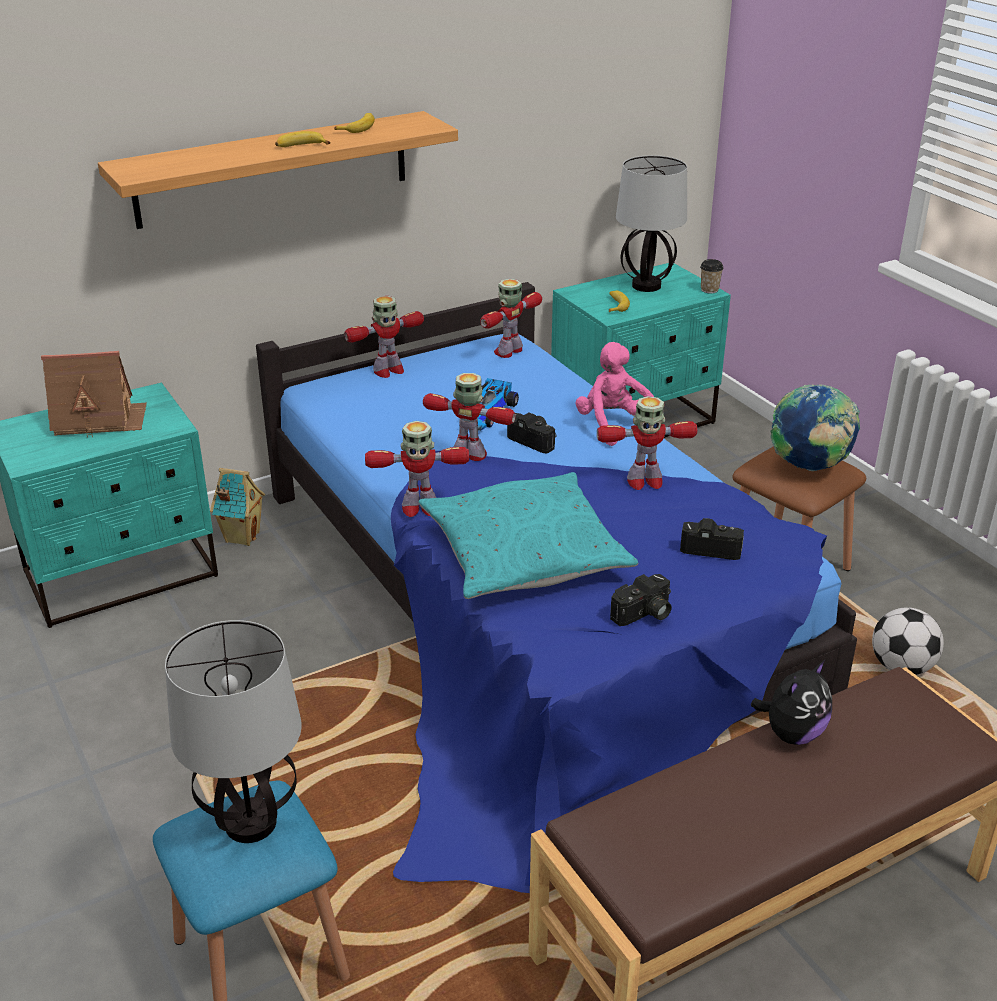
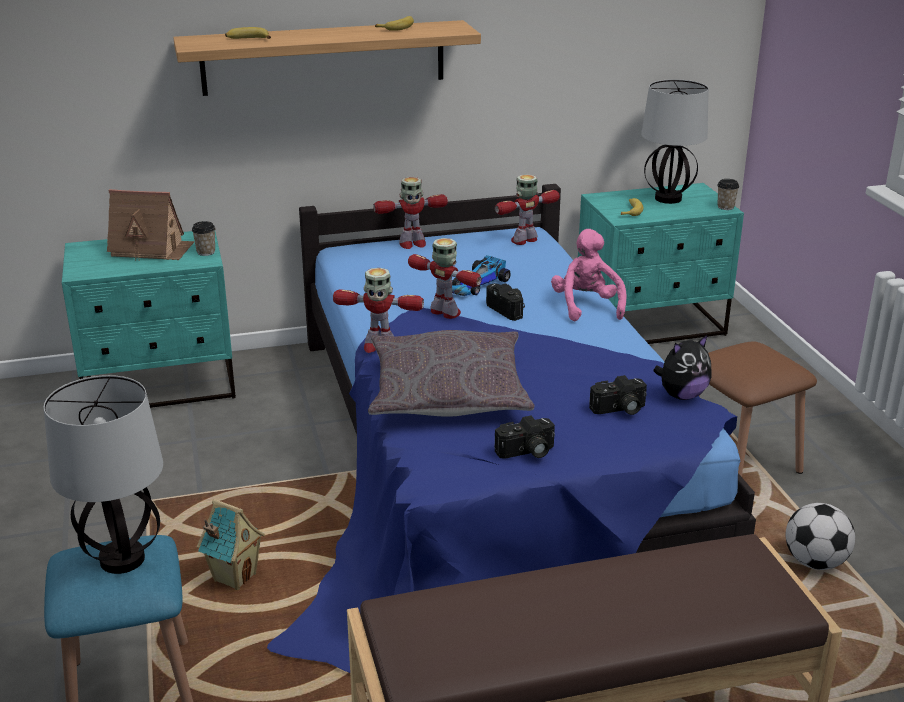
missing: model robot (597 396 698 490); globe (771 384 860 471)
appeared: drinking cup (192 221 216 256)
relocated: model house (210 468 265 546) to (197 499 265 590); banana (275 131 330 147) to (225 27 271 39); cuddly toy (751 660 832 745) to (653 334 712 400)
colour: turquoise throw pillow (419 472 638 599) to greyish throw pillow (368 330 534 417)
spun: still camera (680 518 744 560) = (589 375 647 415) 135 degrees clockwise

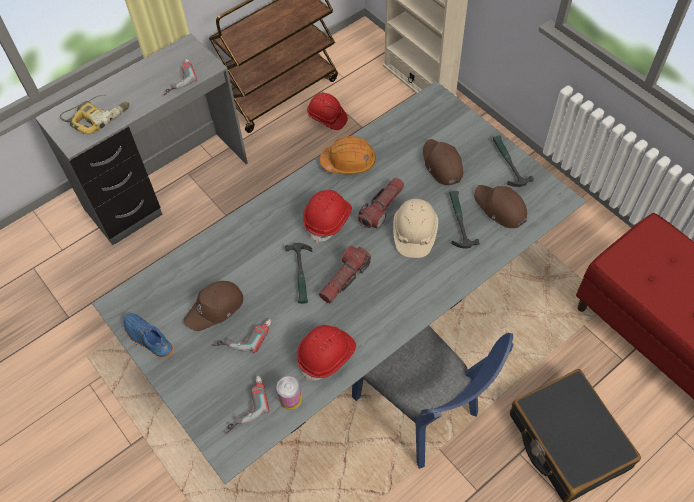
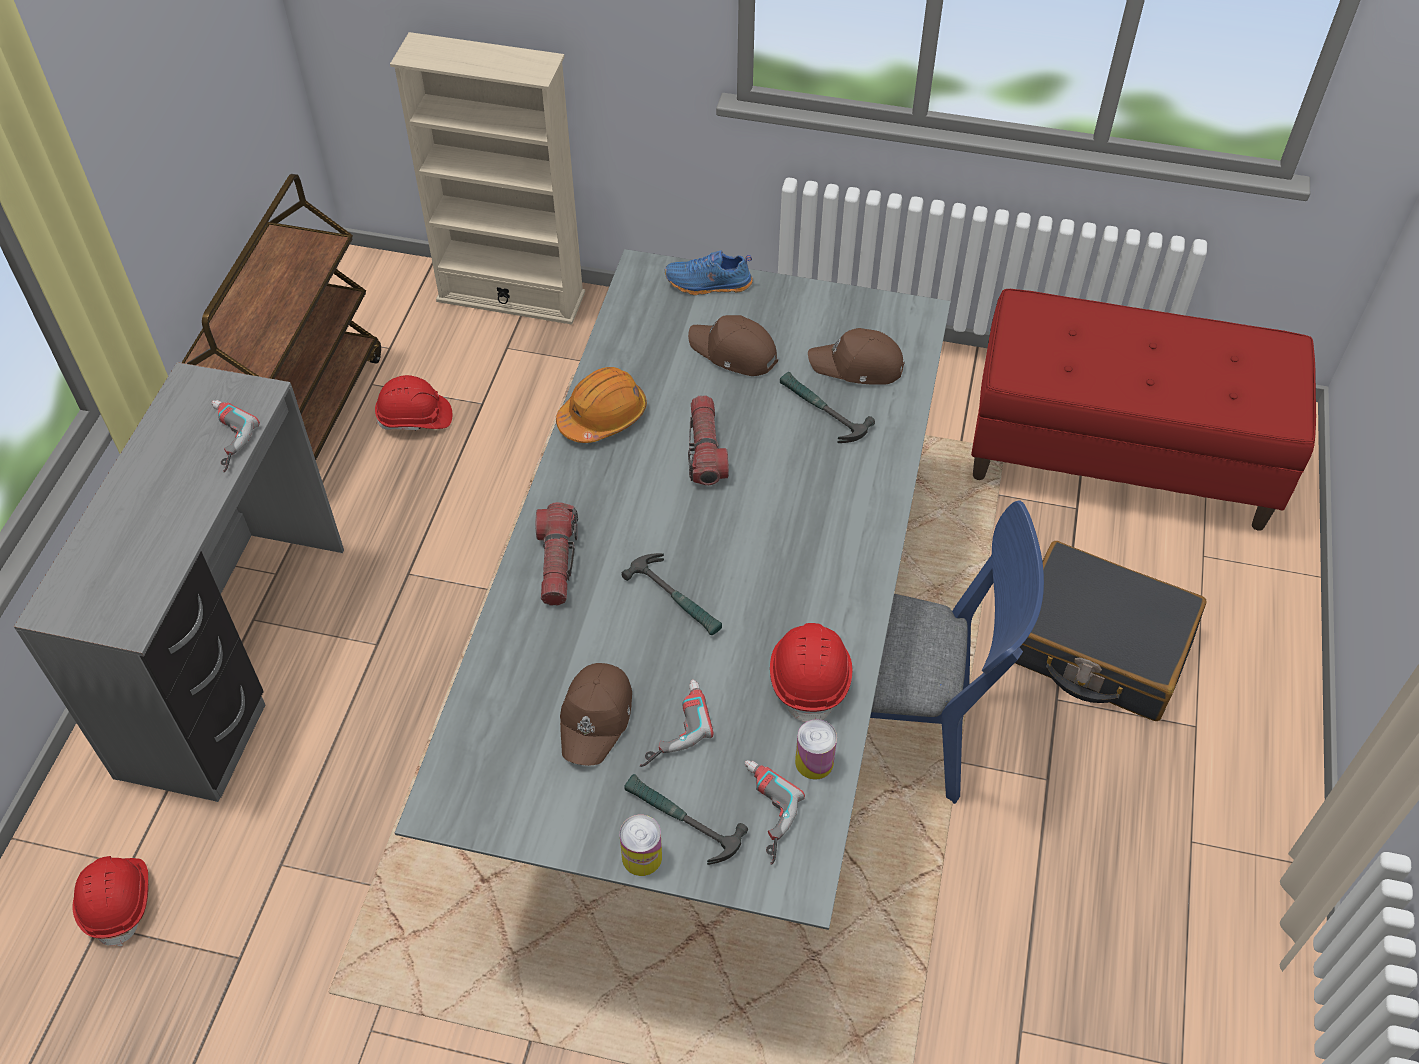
missing: power drill (60 95 129 134); sand-coloured safety helmet (393 199 438 258)
appeared: can (620 815 662 876)
relocated: blue-coloured item of footwear (124 313 174 359) to (665 250 753 295); red-coloured safety helmet (303 190 352 243) to (73 856 148 947); hand torch (319 246 371 303) to (535 502 578 606); hand hammer (493 135 534 187) to (624 774 748 865)

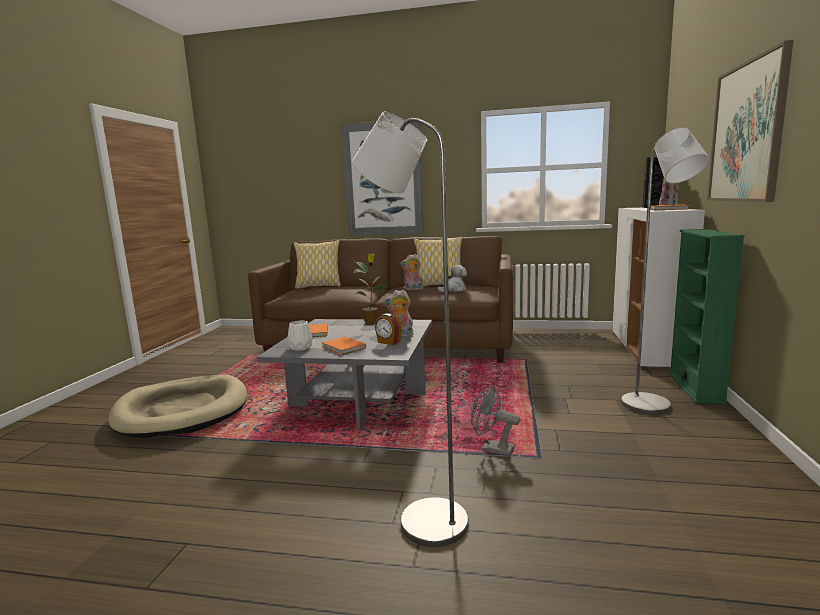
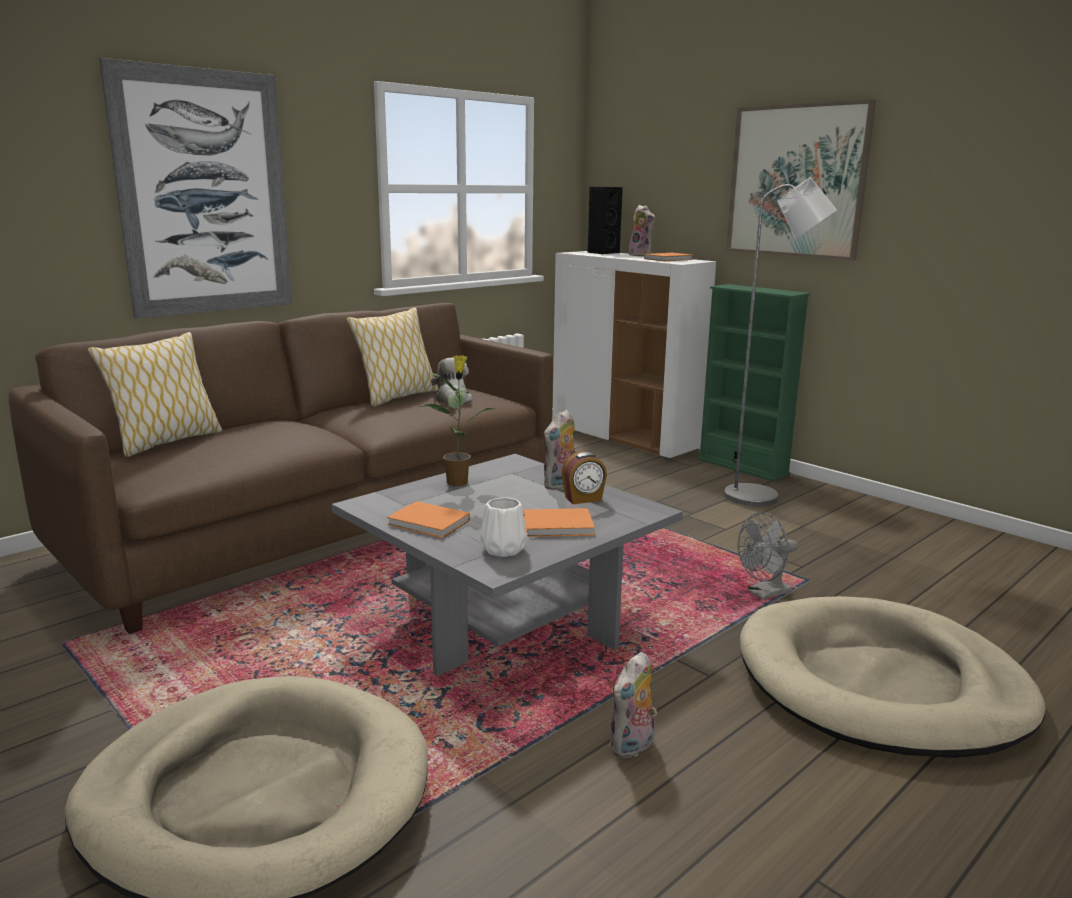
relocated: cuddly toy (401 254 424 290) to (609 652 657 758)
exchanged: greyish standard lamp (352 112 468 547) to sand-coloured dog cushion (740 596 1045 758)

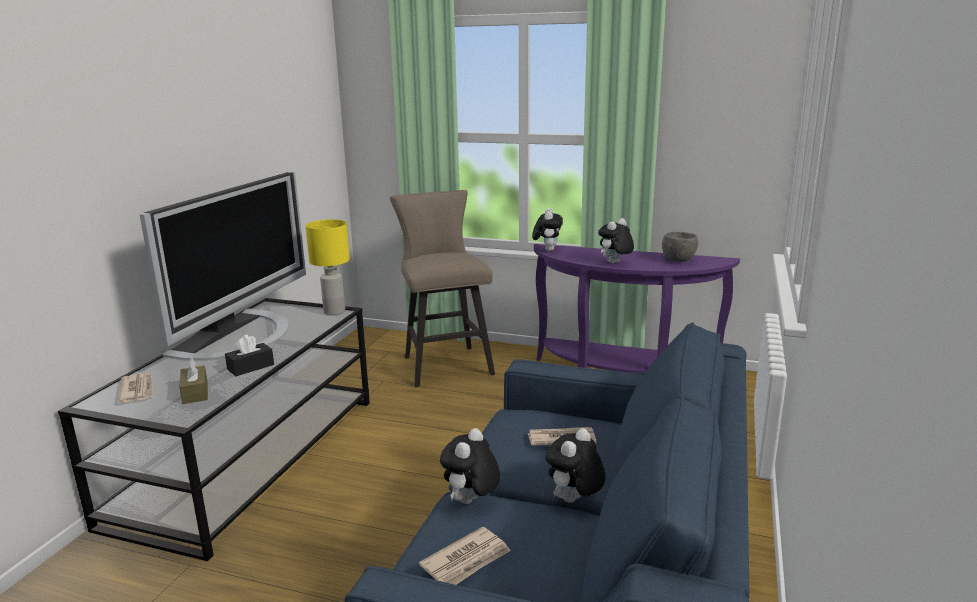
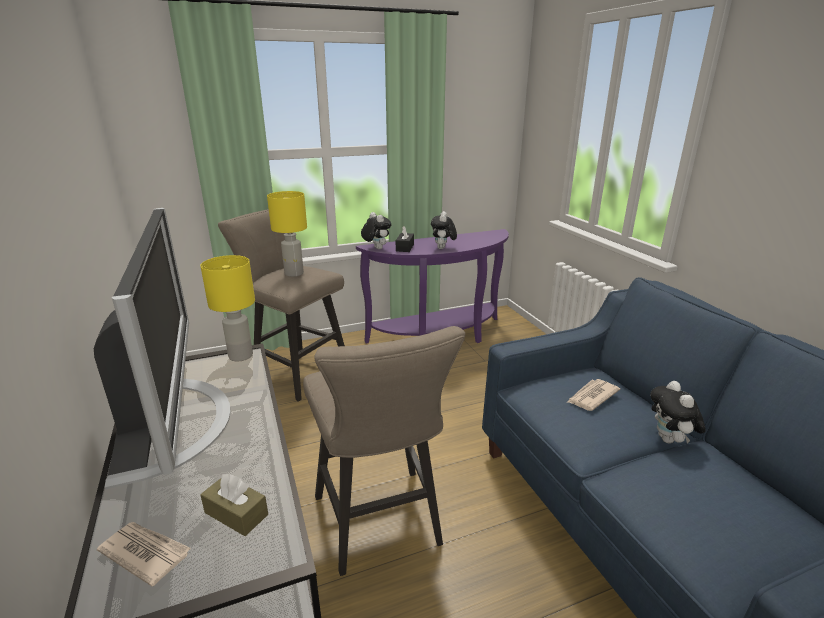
missing: newspaper (419 527 511 585); cuddly toy (440 428 500 504); greyish deep dish (662 232 698 262)
appeared: yellow table lamp (267 191 307 277); sand-coloured stool seat (303 326 465 576)
relocated: blackish box of tissues (225 335 274 376) to (396 226 414 252)

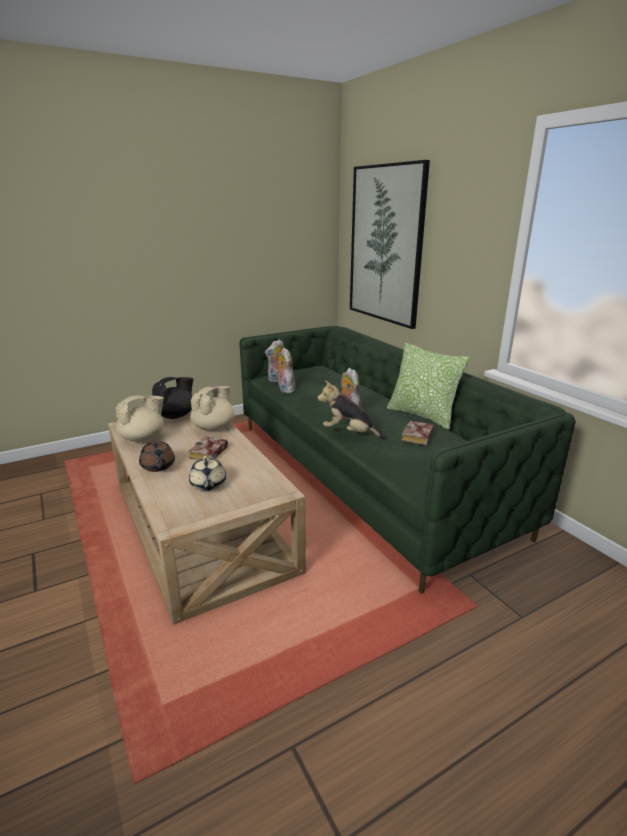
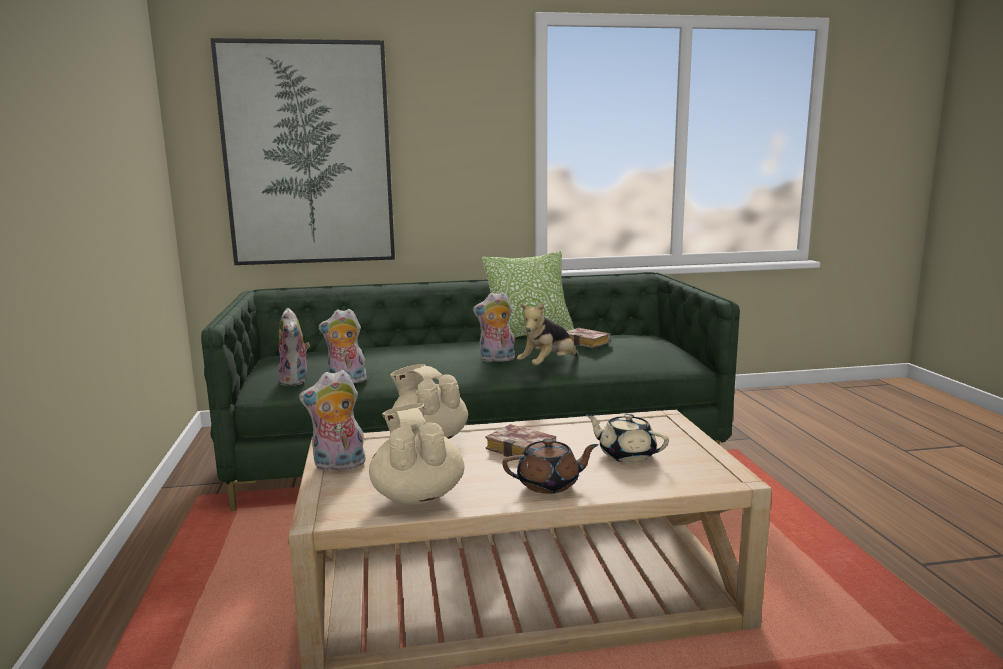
exchanged: blackish tea pot (152 377 194 419) to cuddly toy (299 370 367 471)
spun: sand-coloured tea pot (189 456 226 491) = (586 413 669 463) 150 degrees counterclockwise

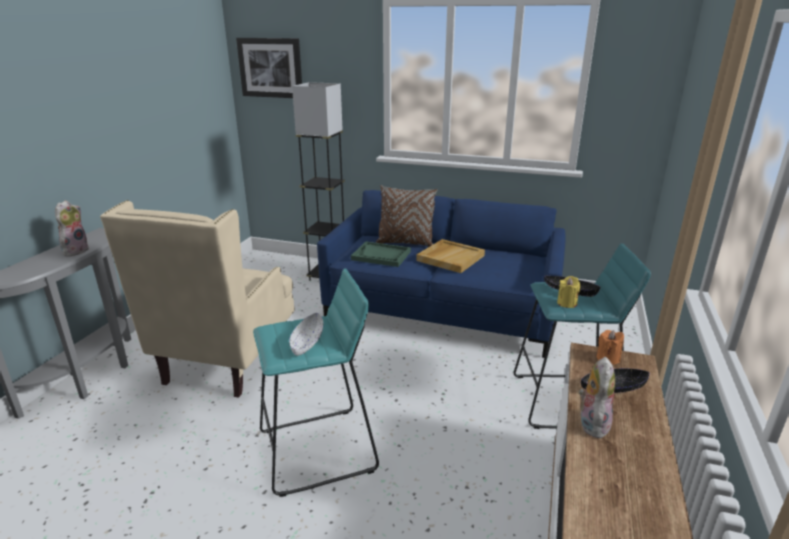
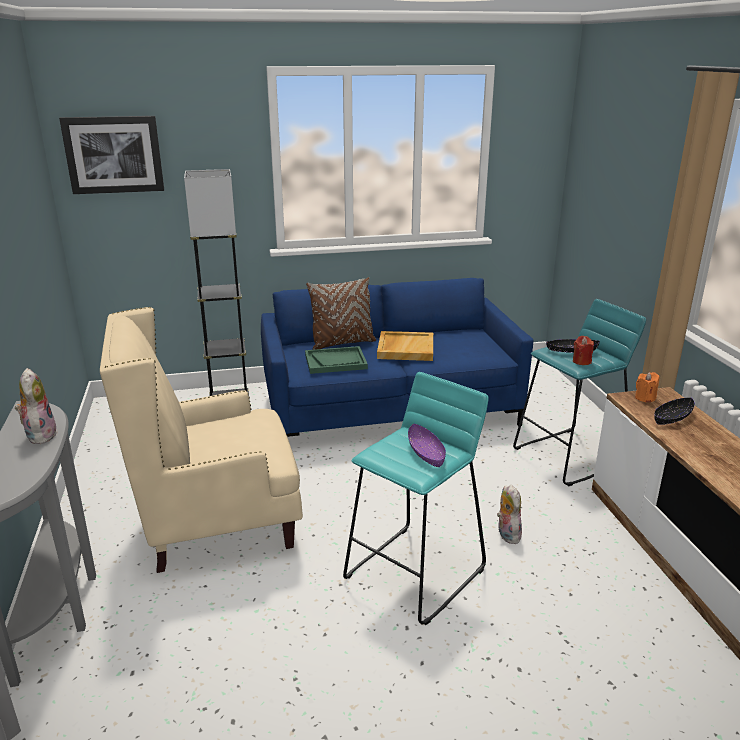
relocated: cuddly toy (579 357 615 438) to (497 485 522 544)
colour: white deep dish (289 313 323 356) to purple deep dish (408 423 446 467); yellow candle (557 276 581 308) to red-coloured candle (573 336 594 365)
spun: sand-coloured armchair (100 200 295 398) = (100 307 303 573) 90 degrees clockwise

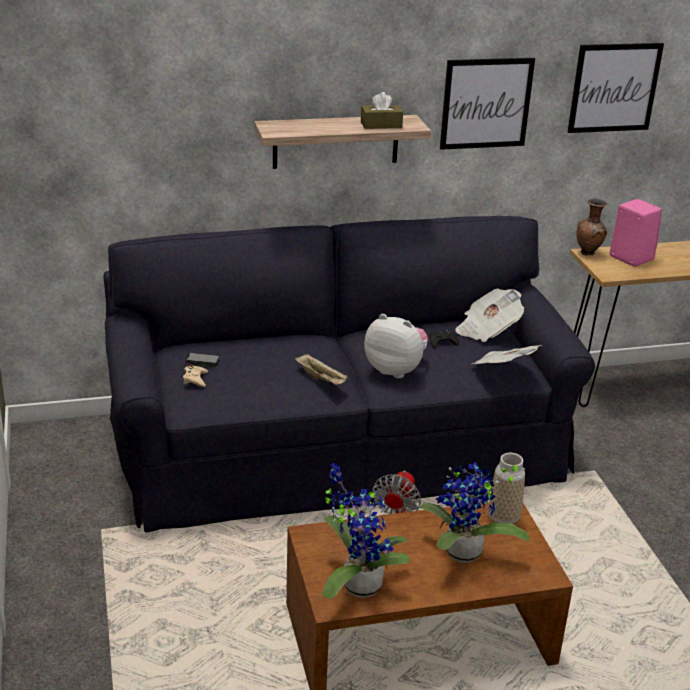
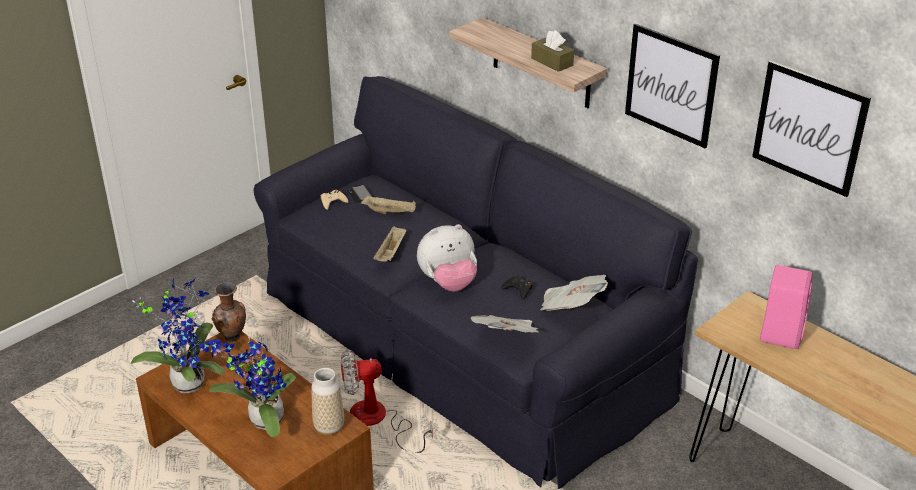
appeared: sand-coloured carrying tray (361 196 416 214)
relocated: brown decorative vase (576 198 607 256) to (212 282 246 342)
spun: cuddly toy (364 314 428 379) = (417 224 477 292) 75 degrees clockwise

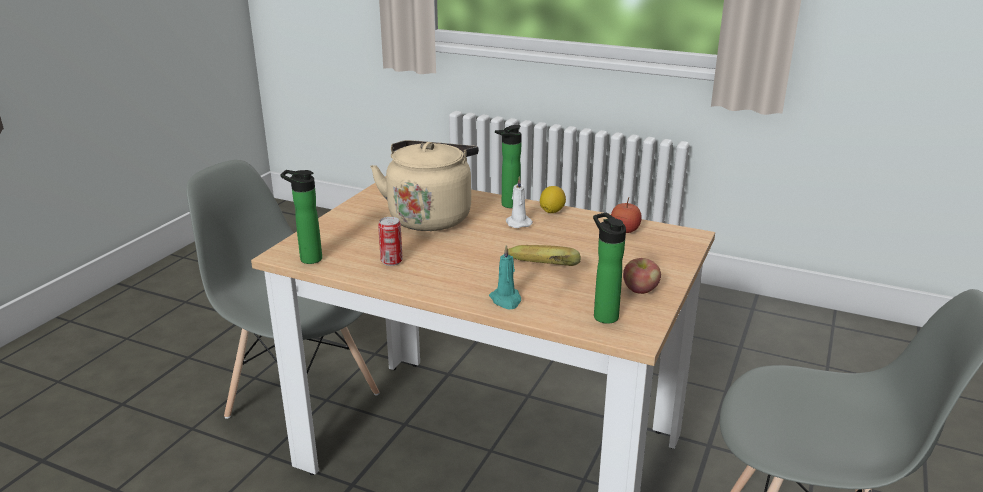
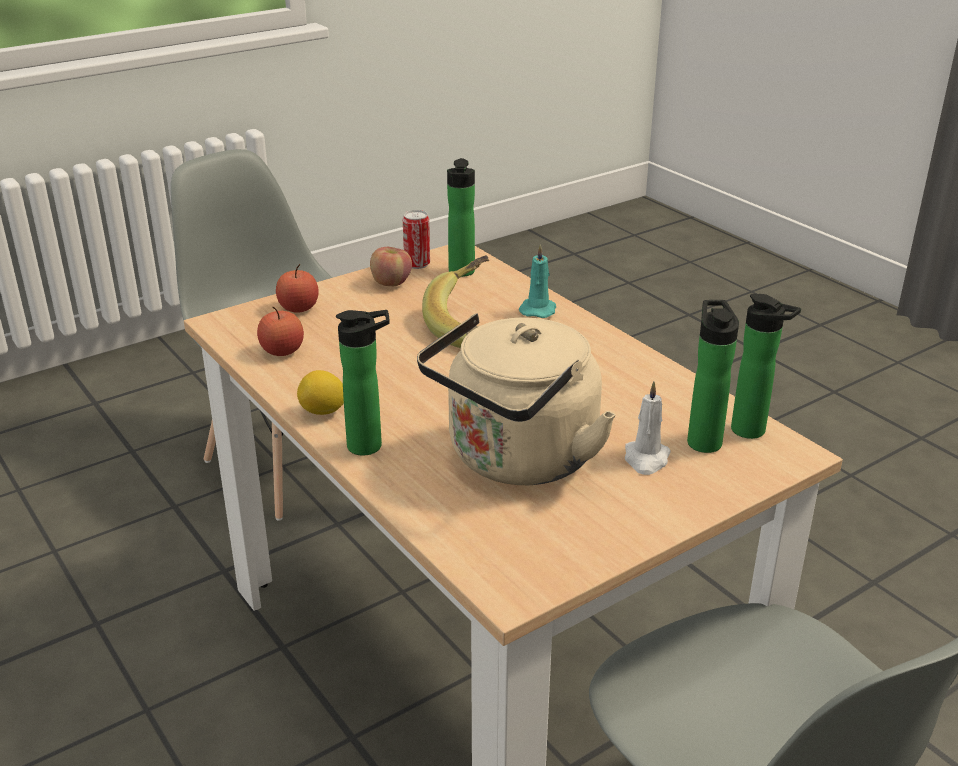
appeared: apple (276 264 318 312); bottle (687 300 739 453)
relocated: can (378 217 403 266) to (403 210 430 269); white candle (506 176 533 228) to (625 381 671 475)

